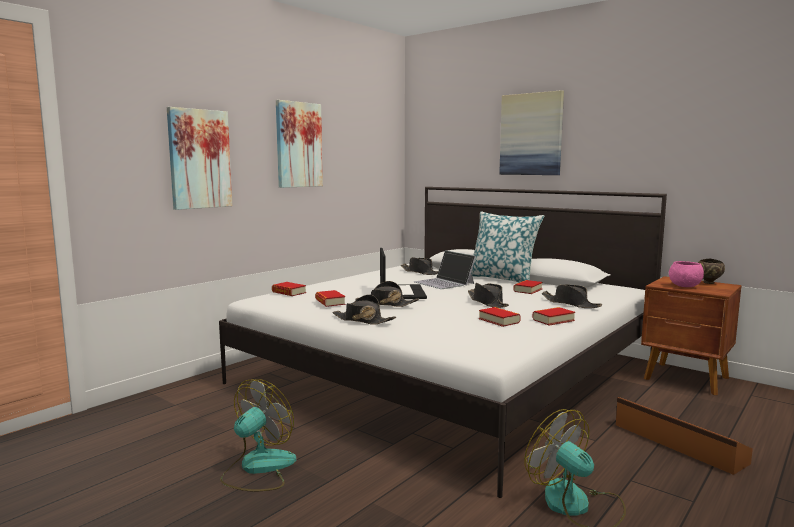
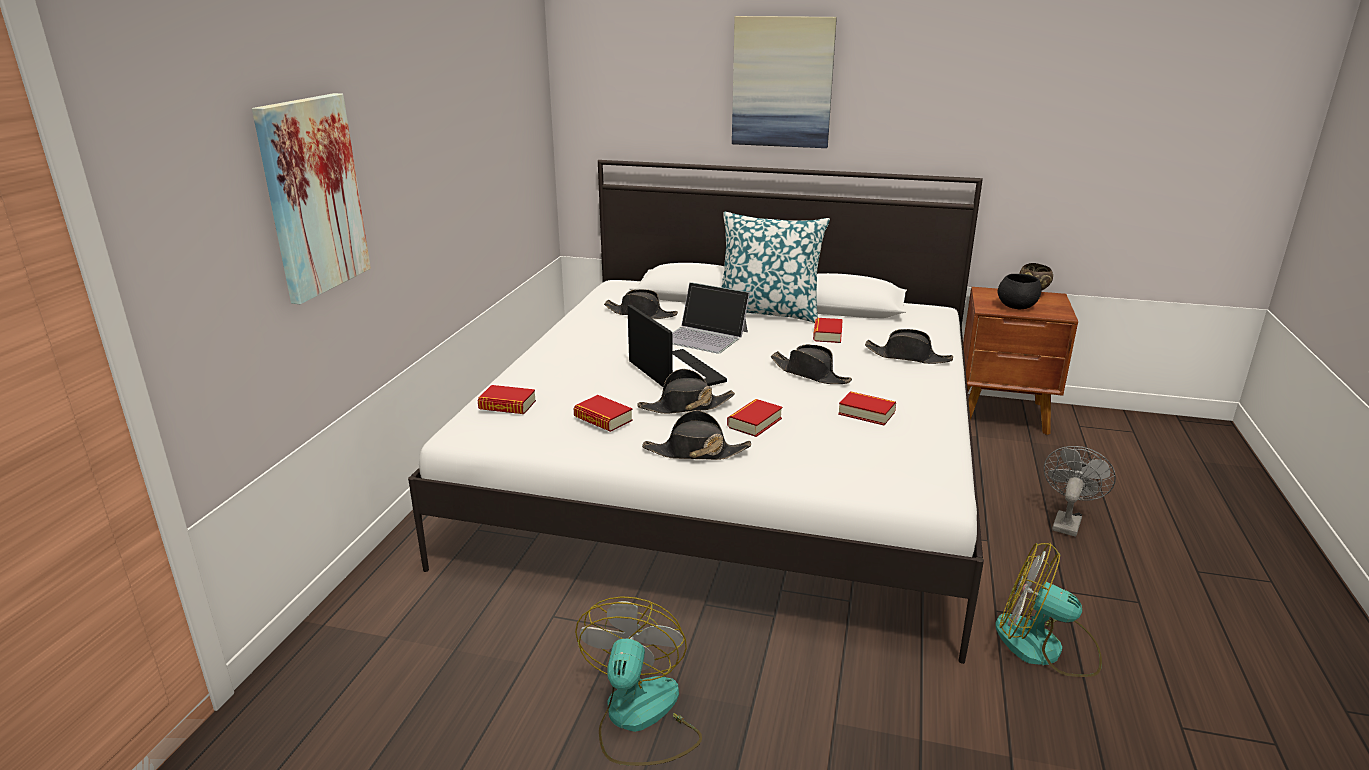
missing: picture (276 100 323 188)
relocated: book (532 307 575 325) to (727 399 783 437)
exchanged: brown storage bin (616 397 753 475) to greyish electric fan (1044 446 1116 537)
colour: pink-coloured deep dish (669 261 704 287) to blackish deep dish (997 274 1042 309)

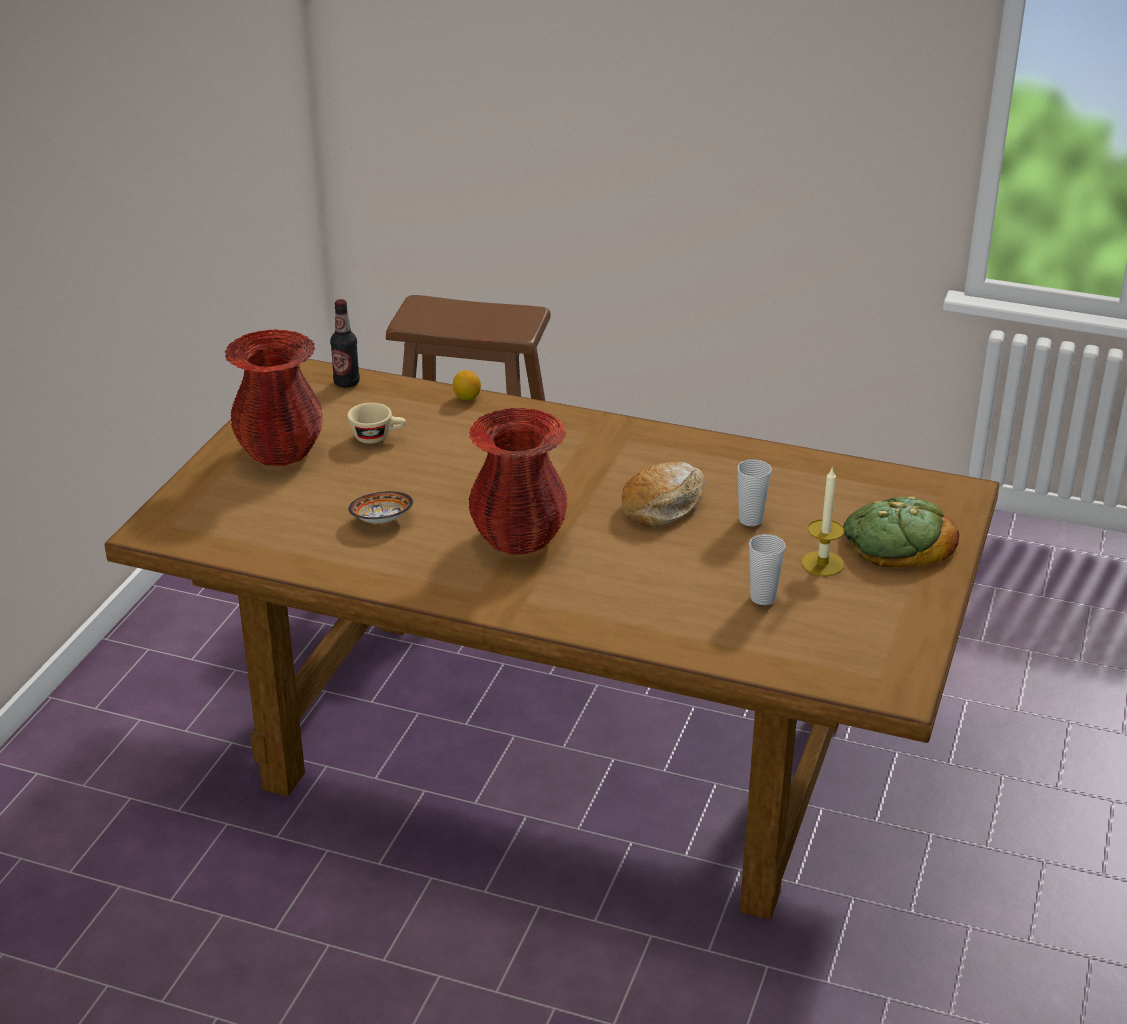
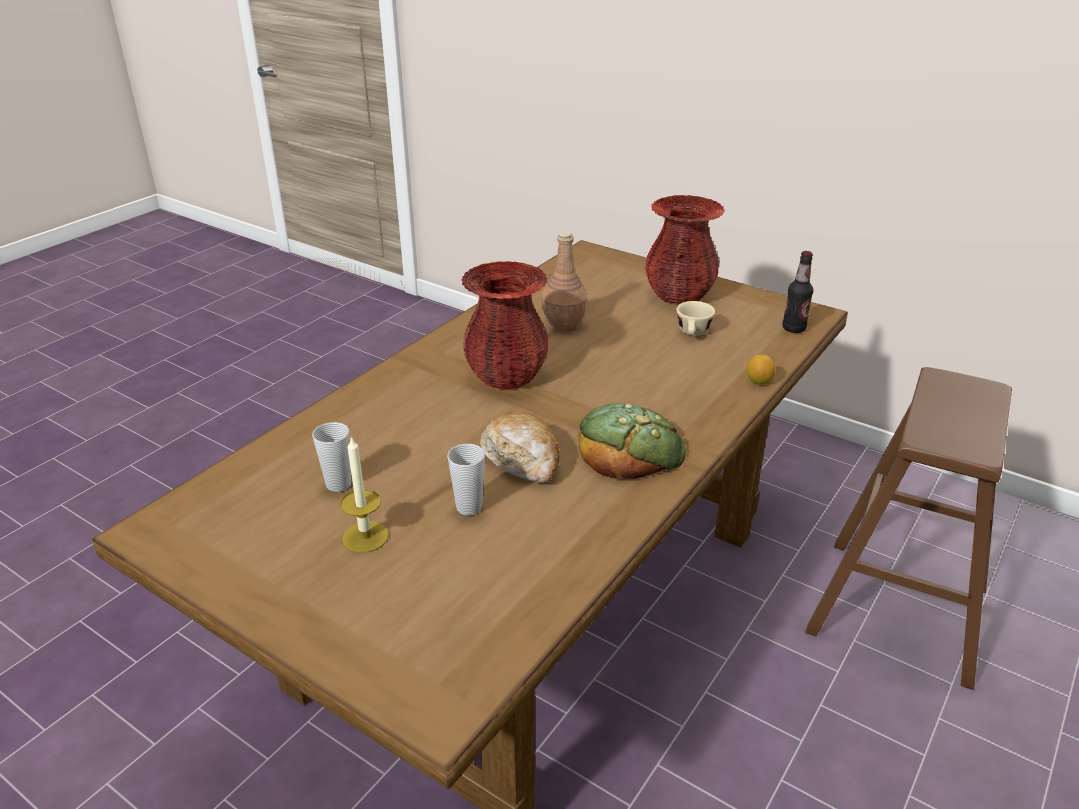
relocated: bakery bread (843 496 959 567) to (578 403 686 479)
exchanged: deep dish (349 491 413 523) to brown bottle (541 231 587 332)

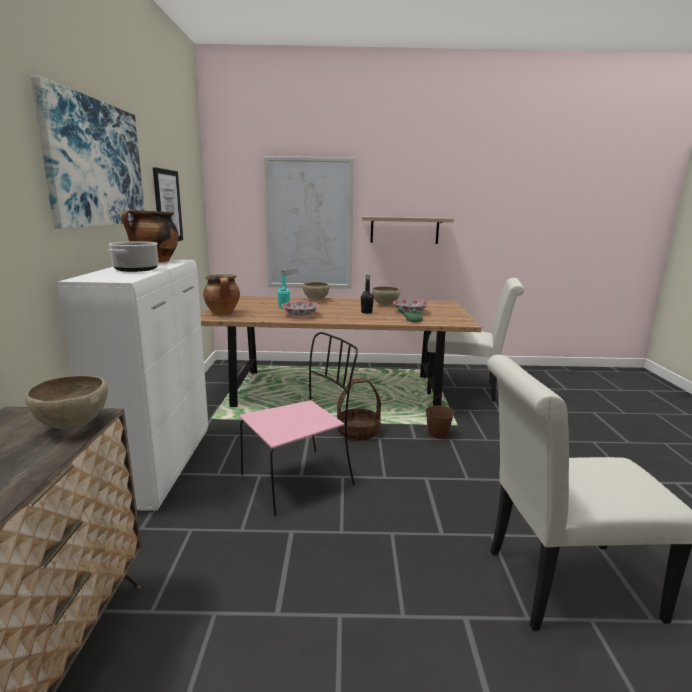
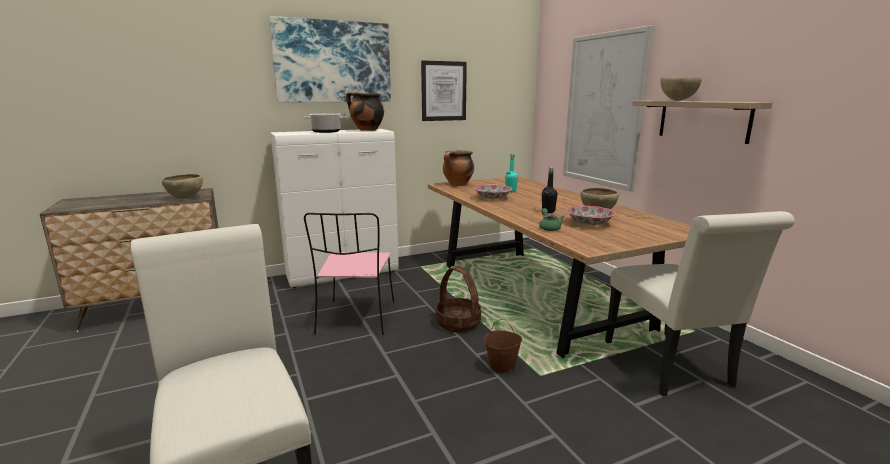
relocated: brown deep dish (302 282 330 301) to (660 77 702 101)
spun: pink-coloured chair (240 332 358 516) = (304 213 394 335) 60 degrees clockwise

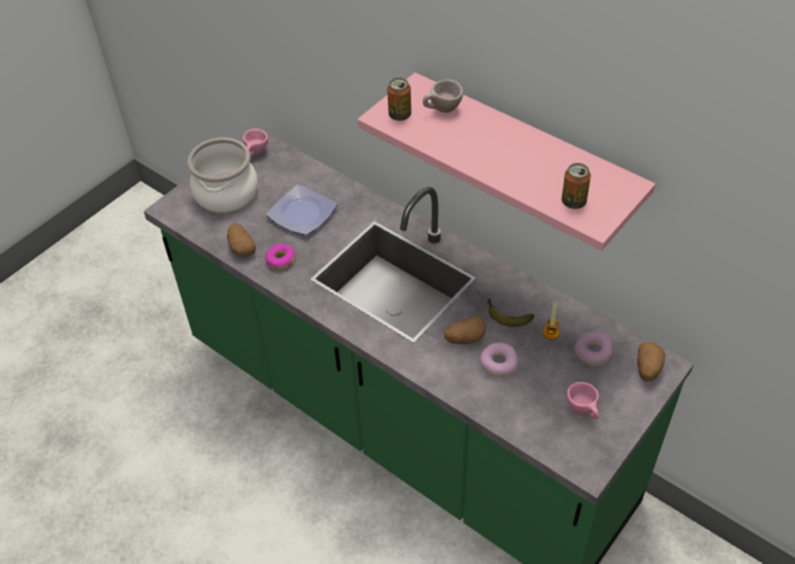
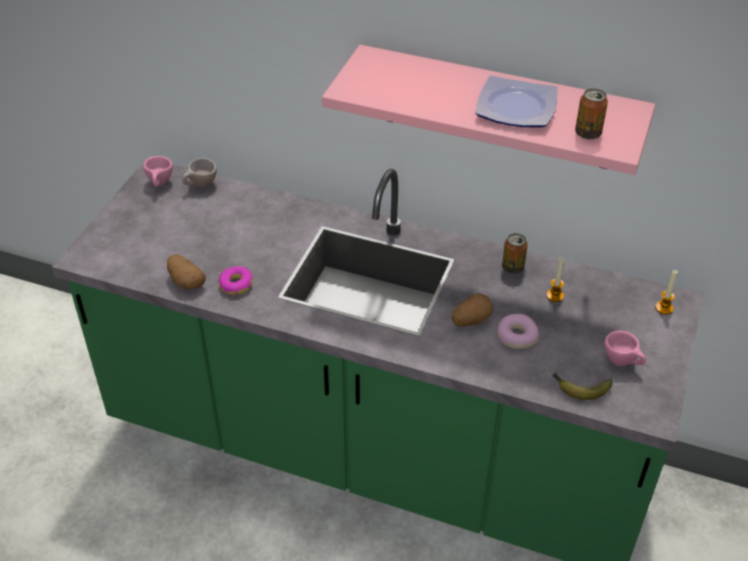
missing: saucepot (187 138 258 213); donut (574 331 613 366)
relocated: plate (266 185 338 235) to (475 76 558 127); can (387 78 411 121) to (502 233 528 274); sand-coloured drinking cup (423 79 463 113) to (182 158 217 187); banana (487 299 535 327) to (552 372 613 400)
exchanged: whole potato (637 342 665 381) to candle (655 270 678 315)

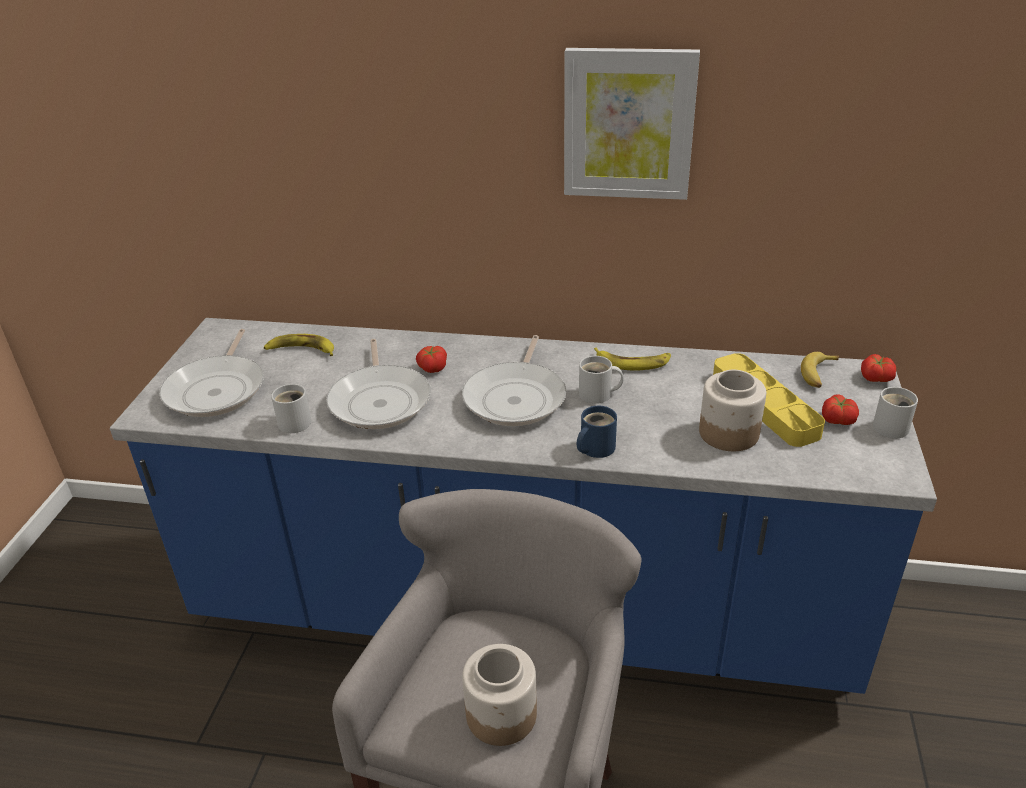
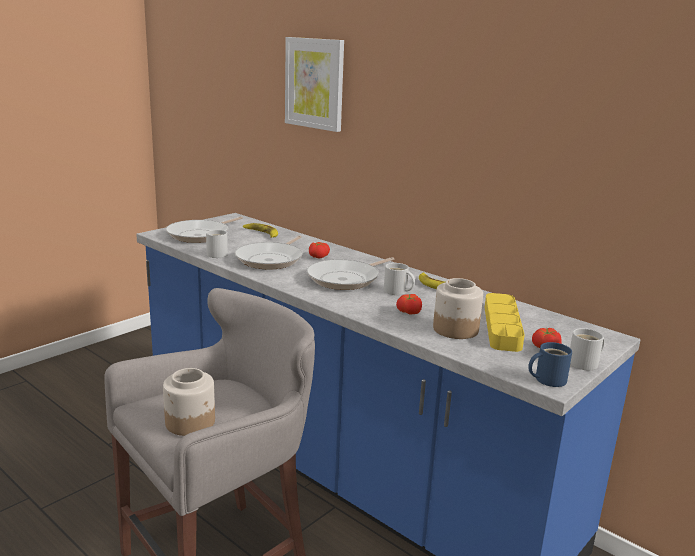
missing: banana (801 352 839 388)
relocated: picture (564 48 700 200) to (285 37 344 132); blue-coloured tea mug (577 406 617 458) to (528 342 572 387); fresh tomato (861 354 896 382) to (396 294 422 314)

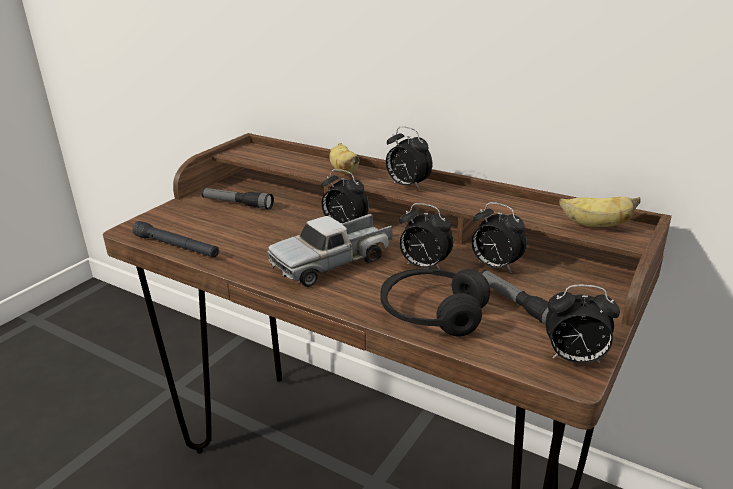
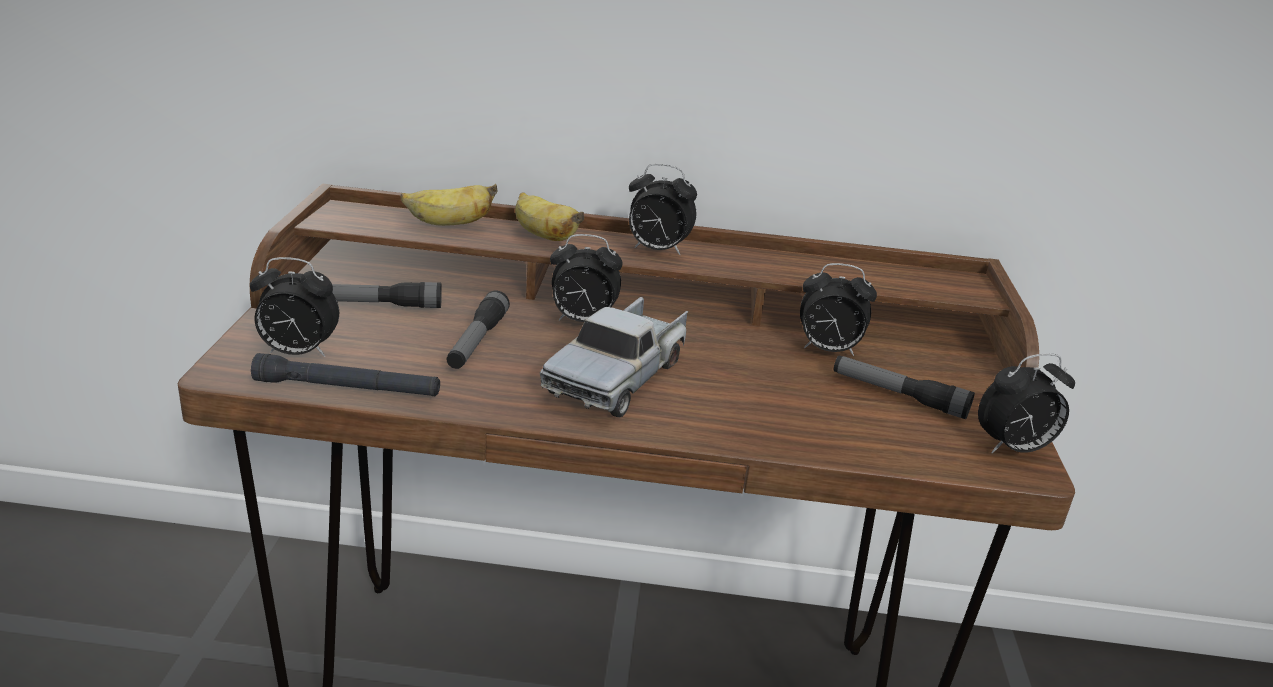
missing: blackish pair of headphones (380 269 490 337)
appeared: hand torch (446 291 510 369)
relocated: bedside clock (399 203 454 270) to (250 257 339 357); banana (559 197 640 227) to (401 184 497 226)

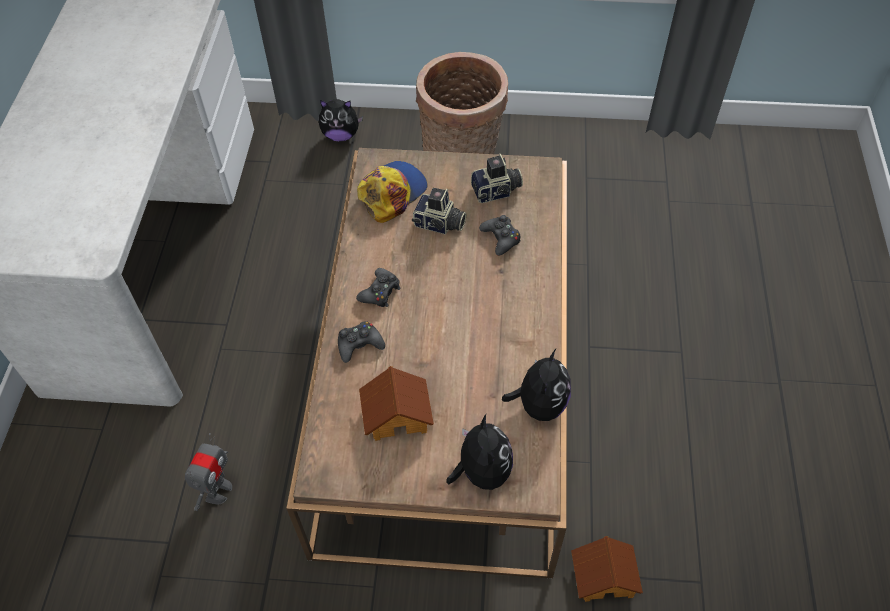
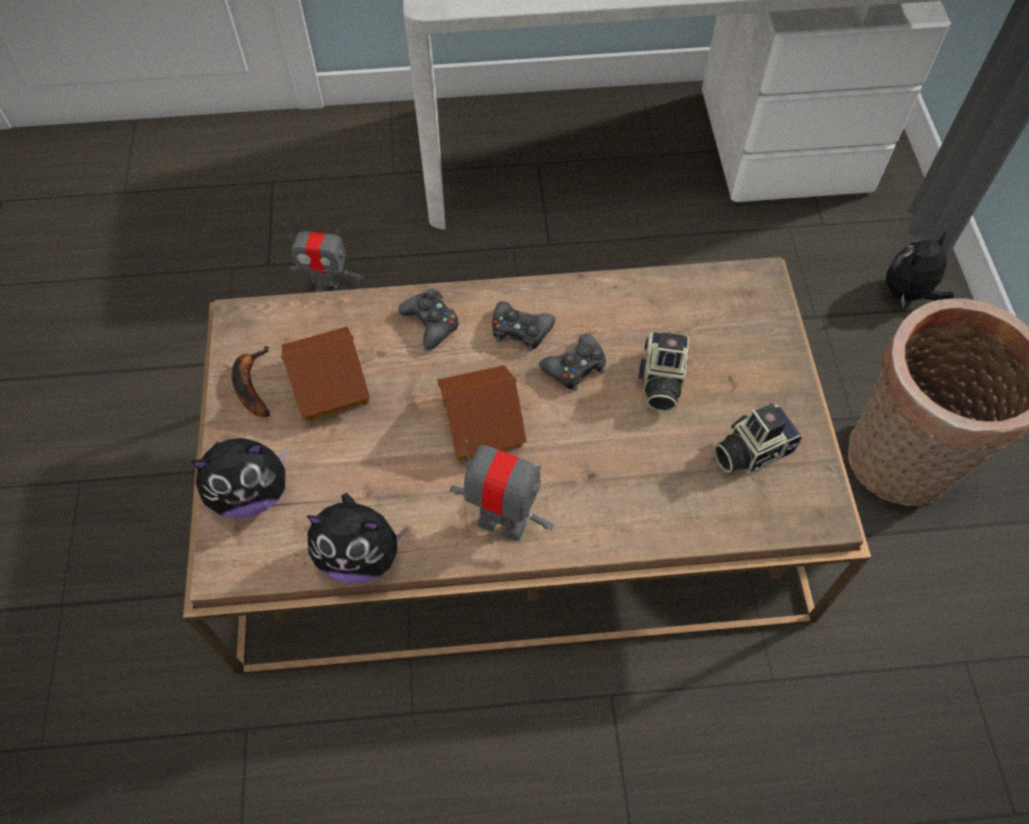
missing: peaked cap (357 161 428 223)
appeared: banana (232 346 270 417); model robot (450 440 554 541)
relocated: blackish joypad (479 215 521 256) to (539 333 606 391); model house (571 536 643 602) to (437 365 527 461)
spun: cuddly toy (319 99 363 141) = (885 231 953 307) 60 degrees clockwise; still camera (471 154 523 203) = (713 404 803 474) 90 degrees clockwise

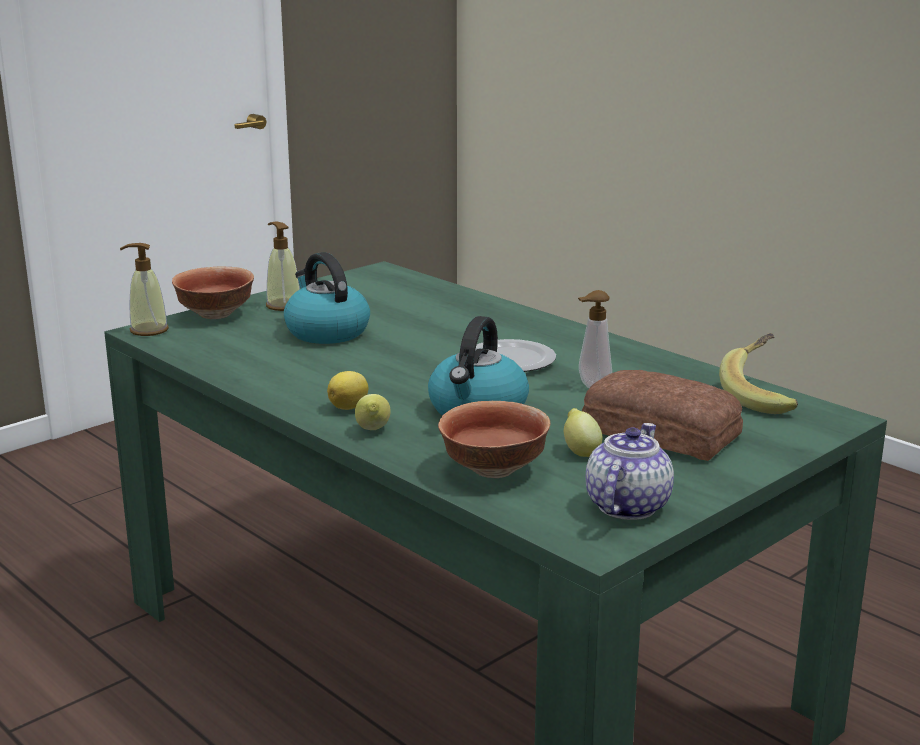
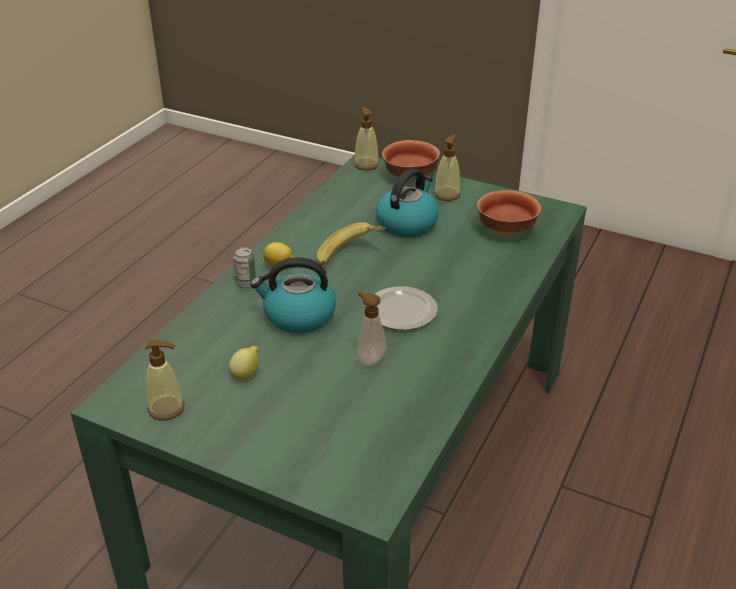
missing: bakery bread (582 370 743 461)
relocated: deep dish (438 401 550 478) to (477 190 541 236); banana (719 333 798 414) to (316 222 386 266)
exchanged: lemon (355 394 391 430) to can (233 247 256 288); tea pot (586 423 674 520) to liquid soap bottle (146 340 185 421)

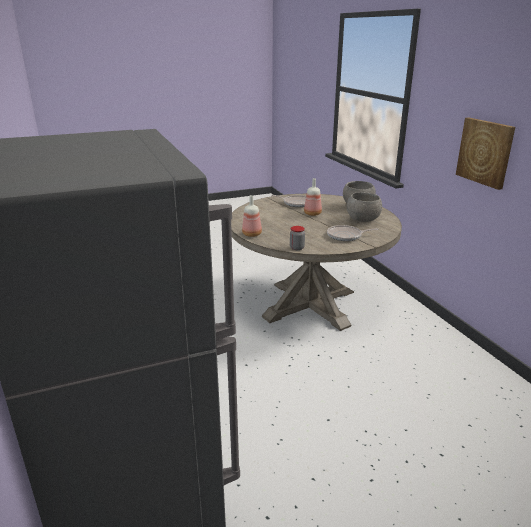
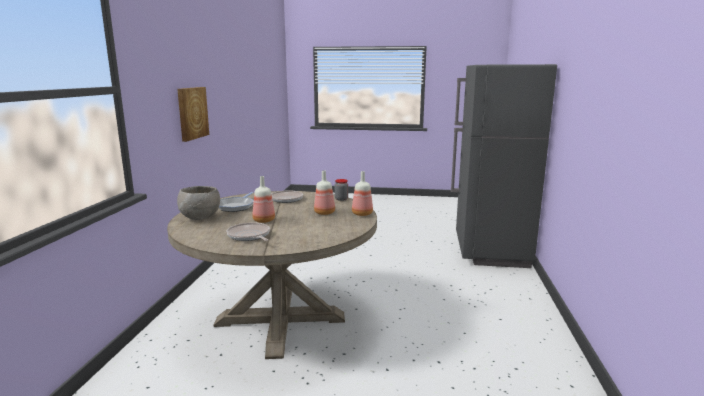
appeared: bottle (314 170 335 215)
exchanged: greyish deep dish (347 192 382 222) to frying pan (219 192 254 212)

